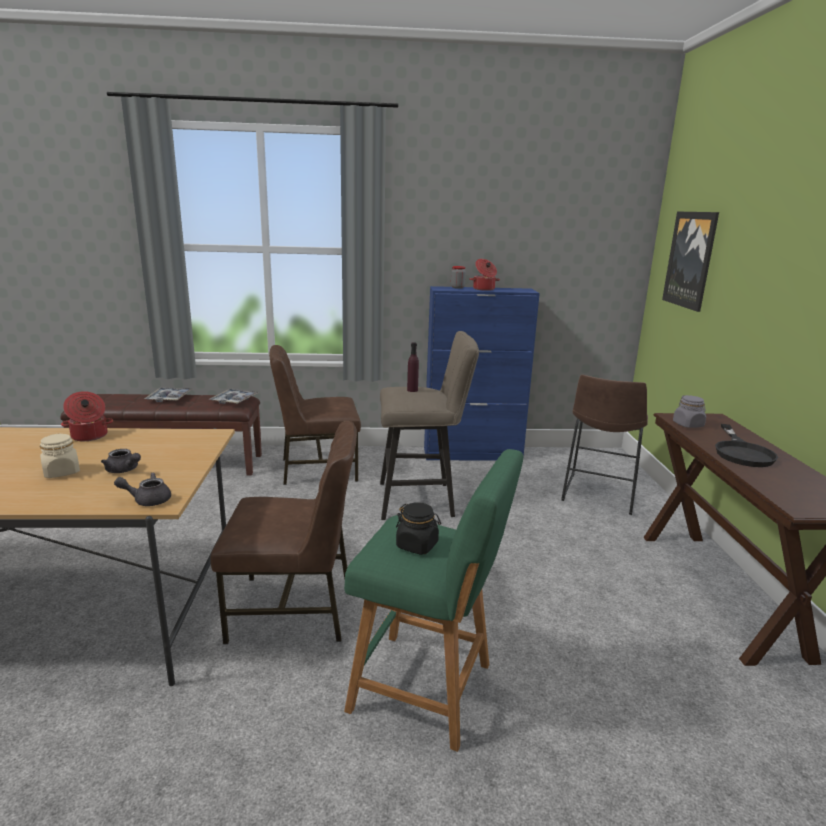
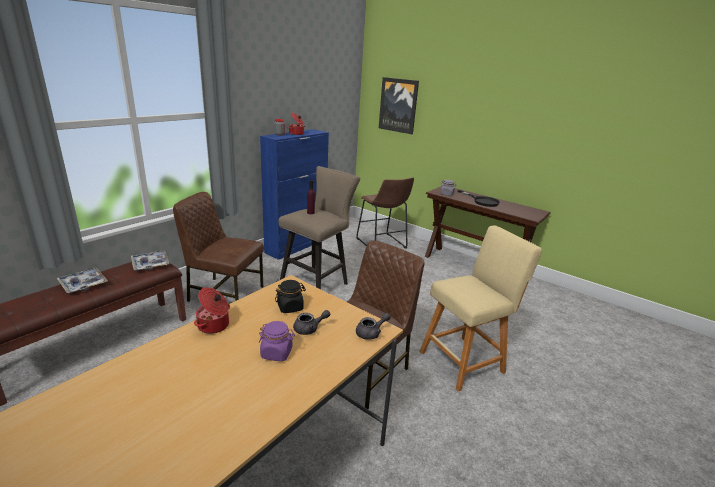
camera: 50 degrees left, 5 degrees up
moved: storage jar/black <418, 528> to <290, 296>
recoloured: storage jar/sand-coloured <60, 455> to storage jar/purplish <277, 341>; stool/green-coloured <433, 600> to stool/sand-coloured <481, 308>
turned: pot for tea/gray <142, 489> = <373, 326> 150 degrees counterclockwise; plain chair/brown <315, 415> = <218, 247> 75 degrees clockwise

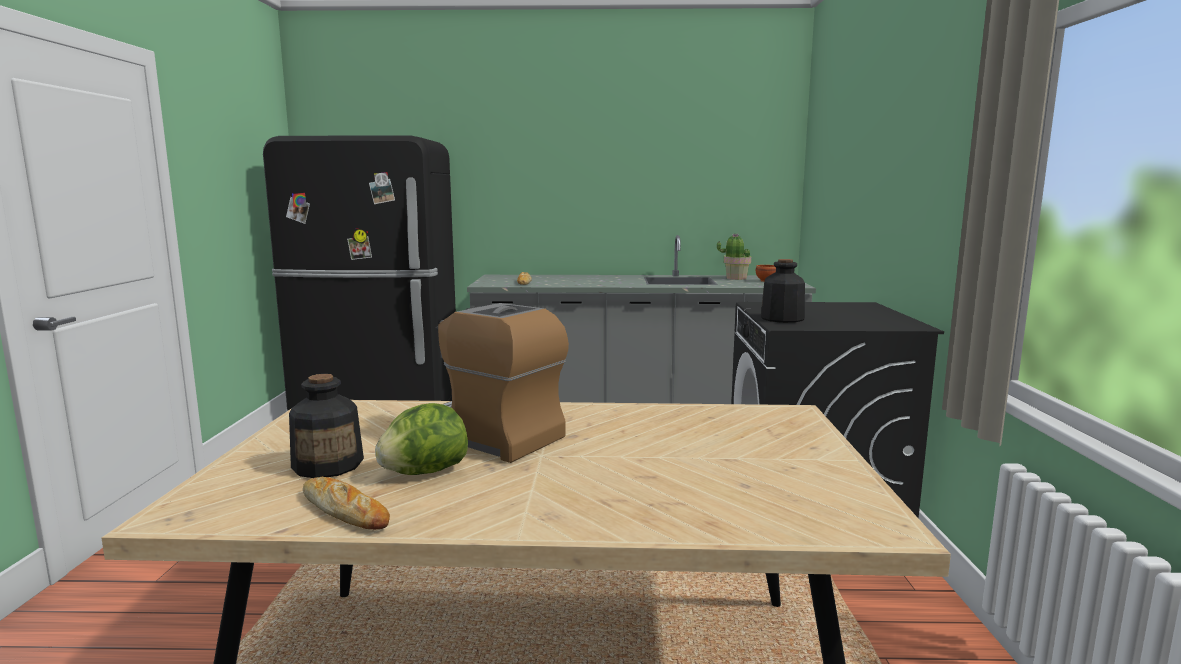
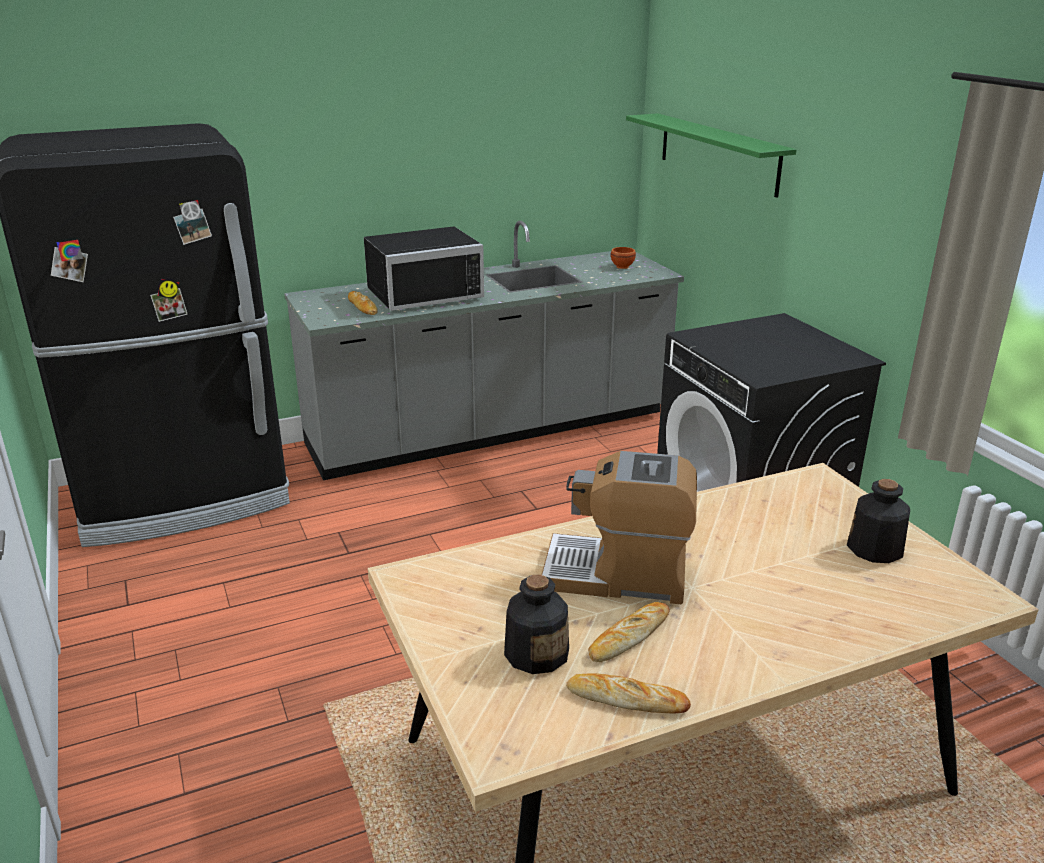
camera: 25 degrees left, 15 degrees up
removed: potted plant <734, 256>
added: microwave/black <424, 268>; shelf/green-coloured <711, 155>
moved: drink bottle <783, 291> to <878, 521>
replaced: head of lettuce <421, 439> to bread <629, 632>

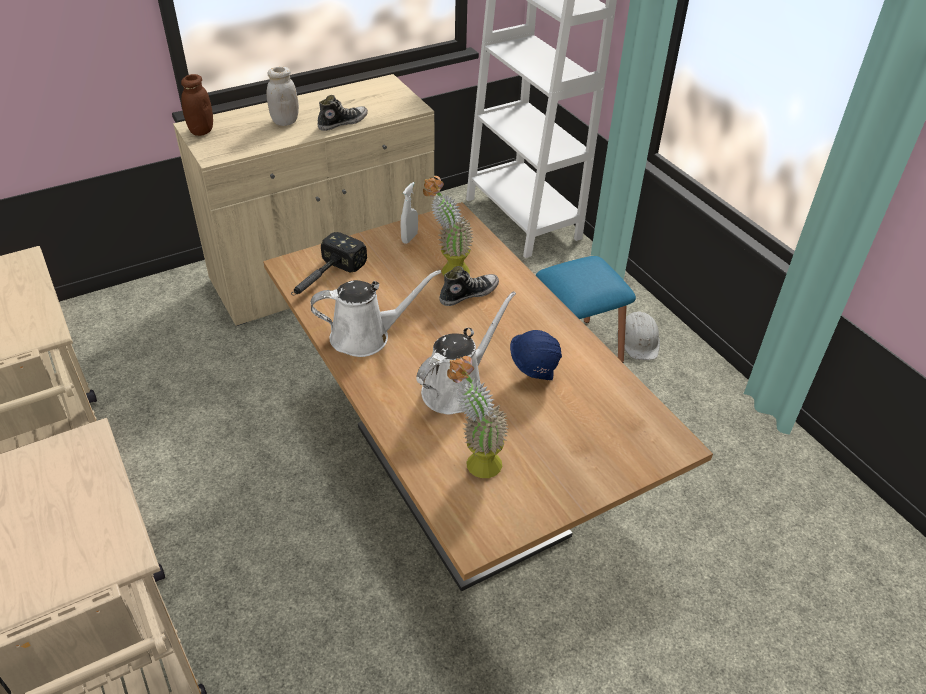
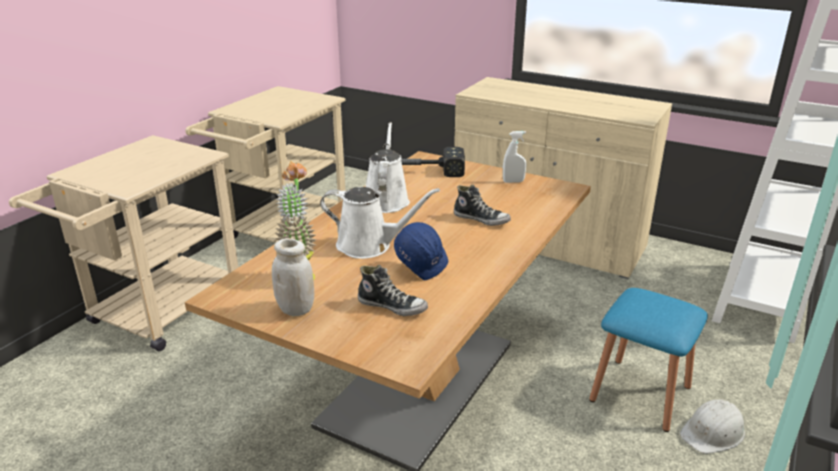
camera: 60 degrees right, 15 degrees down
removed: storage jar/brown <197, 105>; potted plant <448, 226>
moved: storage jar/white-coloured <283, 96> to <293, 277>; low shoe <342, 113> to <393, 290>
turned: sprinkling can/white-coloured <375, 313> = <388, 167> 135 degrees counterclockwise

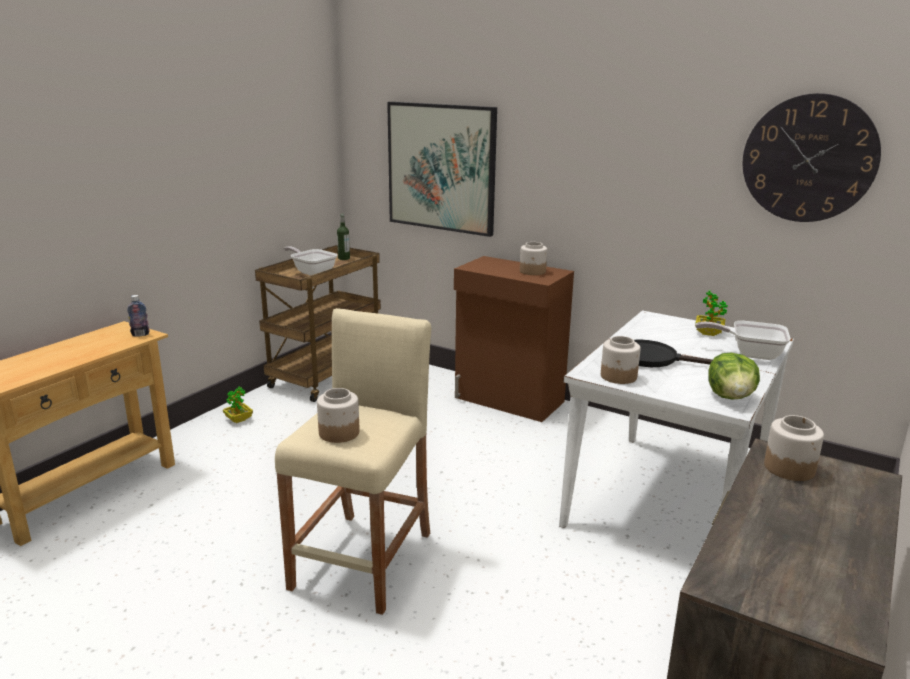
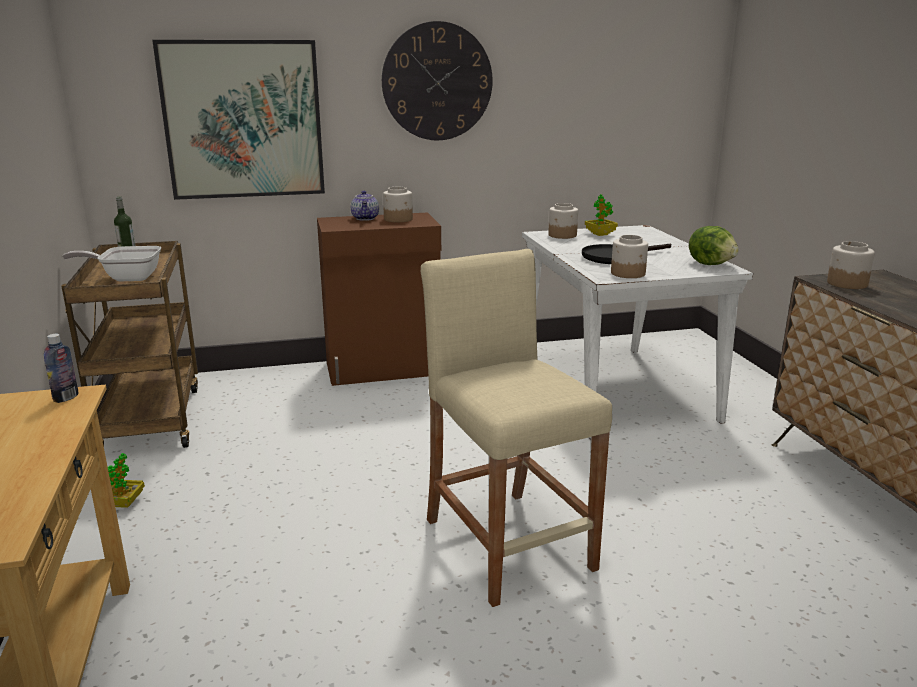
camera: 45 degrees left, 0 degrees up
removed: frying pan <743, 340>
added: pot for tea <365, 206>
moved: storage jar <338, 415> to <563, 221>; clock on the wall <812, 157> to <437, 80>

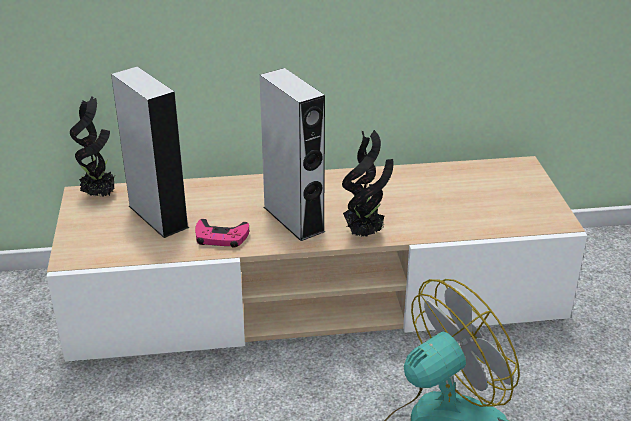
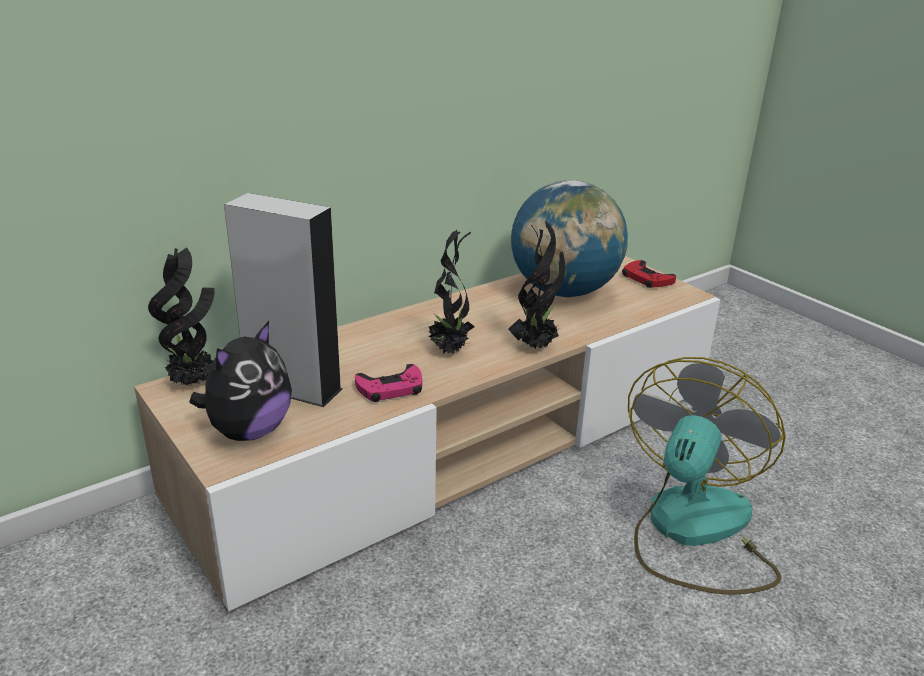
camera: 30 degrees left, 5 degrees down
added: soft toy <240, 381>; desk globe <569, 239>; game controller/reddish <649, 274>
replaced: loudspeaker/gray <292, 154> to potted plant <451, 292>

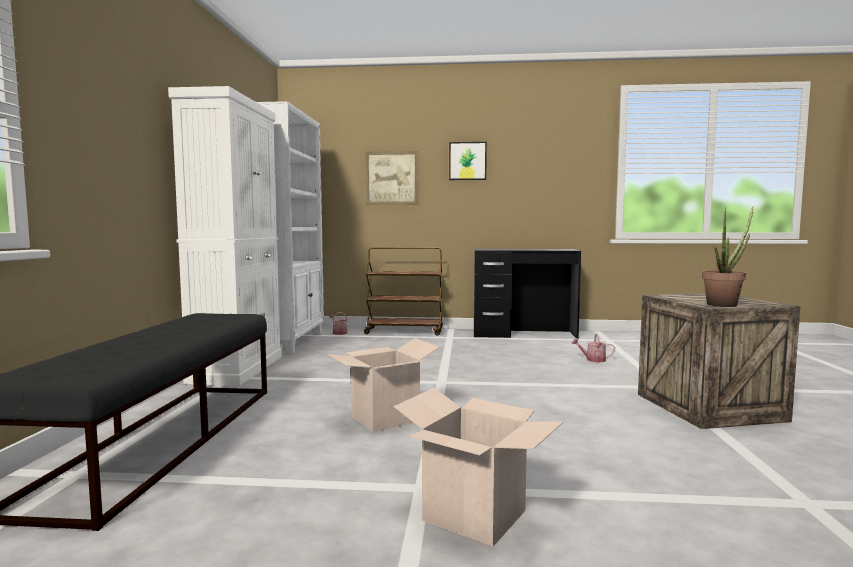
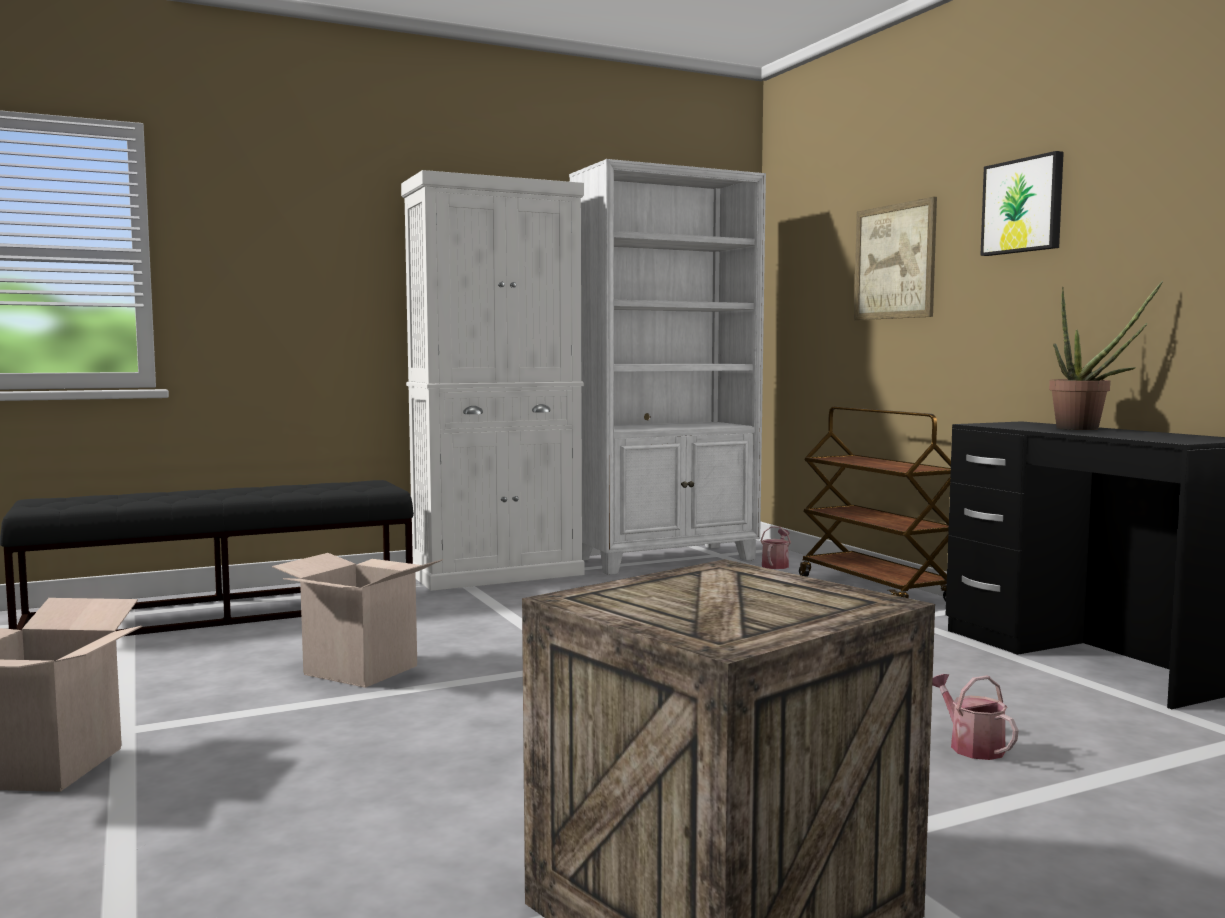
camera: 60 degrees right, 0 degrees up
moved: potted plant <727, 257> to <1106, 355>

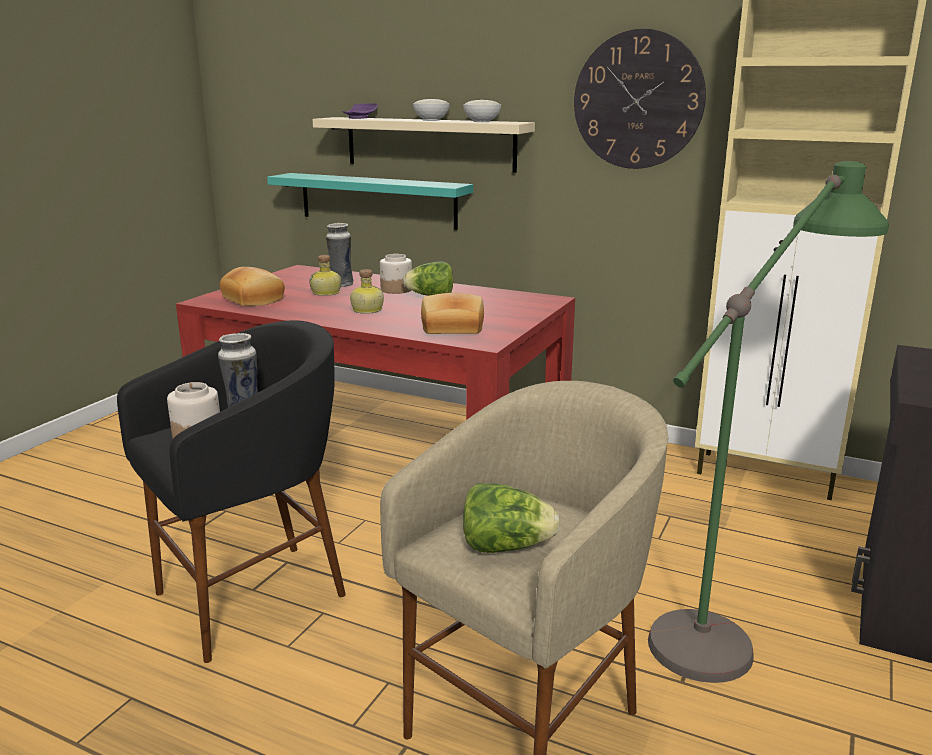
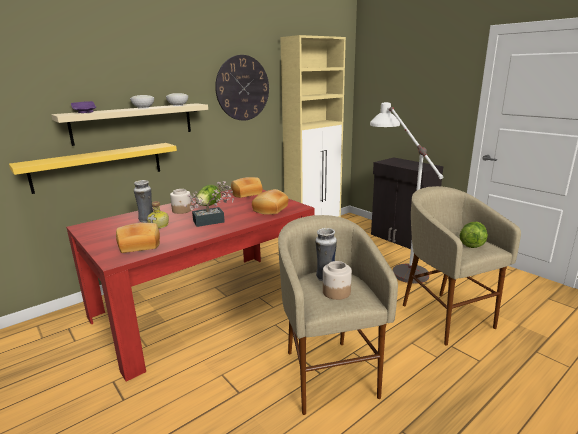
camera: 65 degrees left, 0 degrees up
added: bread <247, 187>
replaced: drink bottle <367, 291> to potted plant <209, 204>
recoloured: stool/black <231, 491> to stool/sand-coloured <338, 315>; shelf/turquoise <370, 201> to shelf/yellow <93, 168>; floor lamp/green-coloured <768, 422> to floor lamp/white-coloured <406, 193>

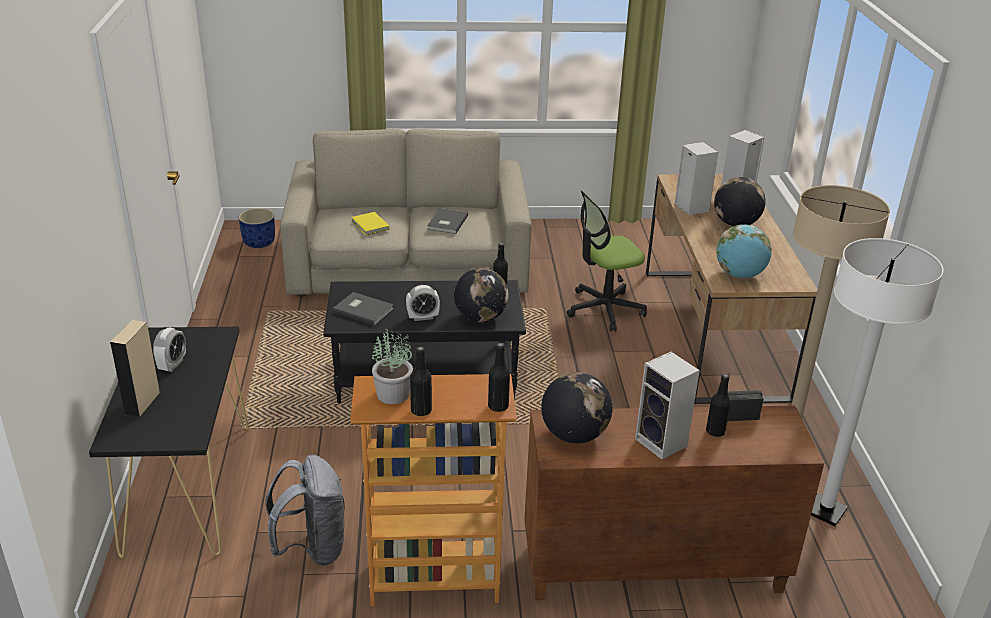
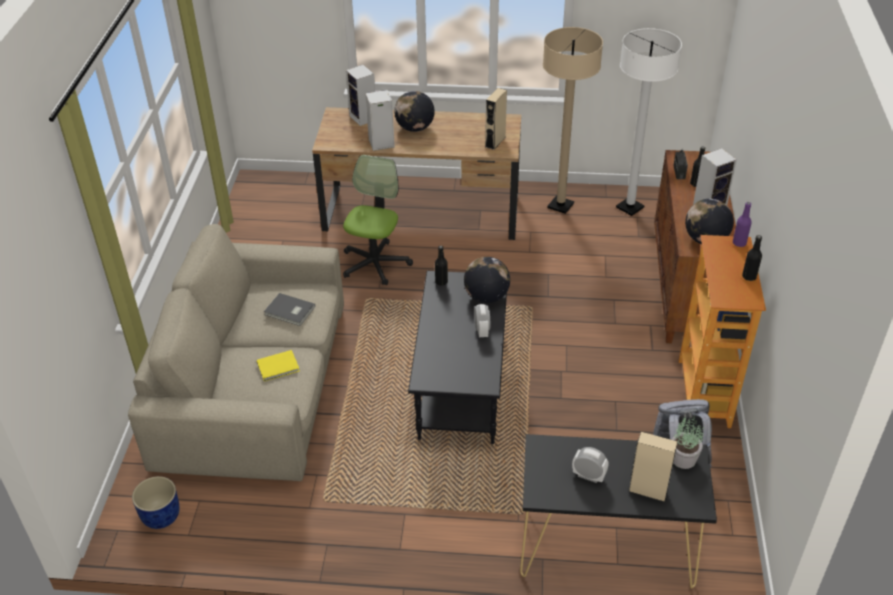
camera: 80 degrees left, 10 degrees up
removed: book/gray <363, 308>
moved: potted plant <392, 366> to <688, 441>
replaced: desk globe <744, 251> to loudspeaker/sand-coloured <496, 119>
recoloured: drink bottle/black <499, 377> to drink bottle/purplish <742, 224>
turned: office chair <606, 261> = <378, 220> 150 degrees counterclockwise

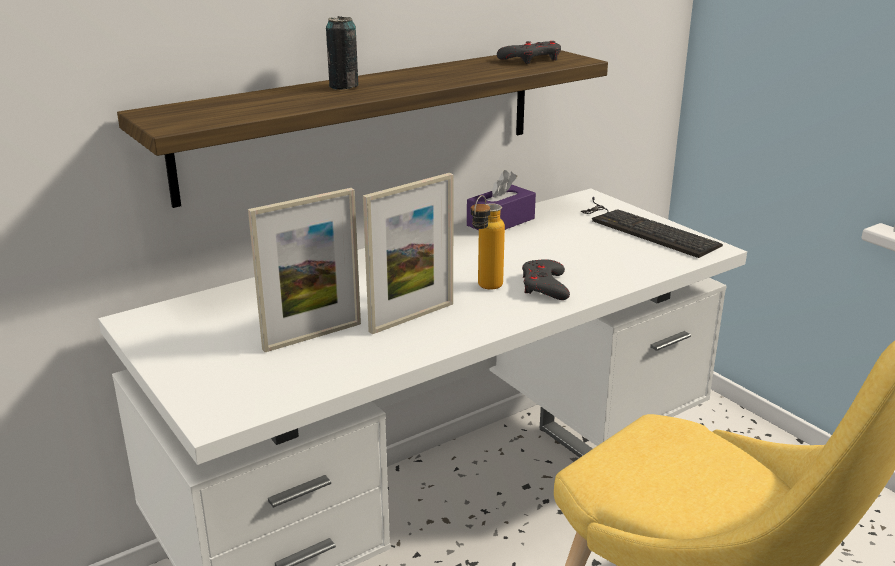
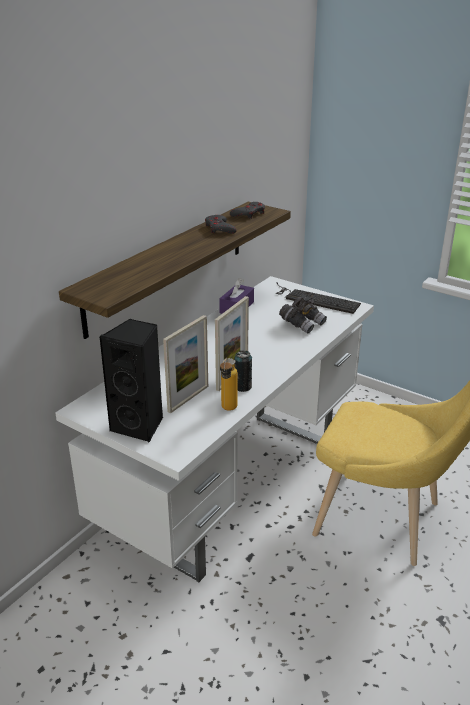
camera: 20 degrees left, 5 degrees up
added: loudspeaker/black <131, 380>; field glasses/gray <303, 314>
moved: can <342, 53> to <243, 371>; drink bottle <488, 242> to <229, 384>; game controller/gray <546, 279> to <221, 224>

